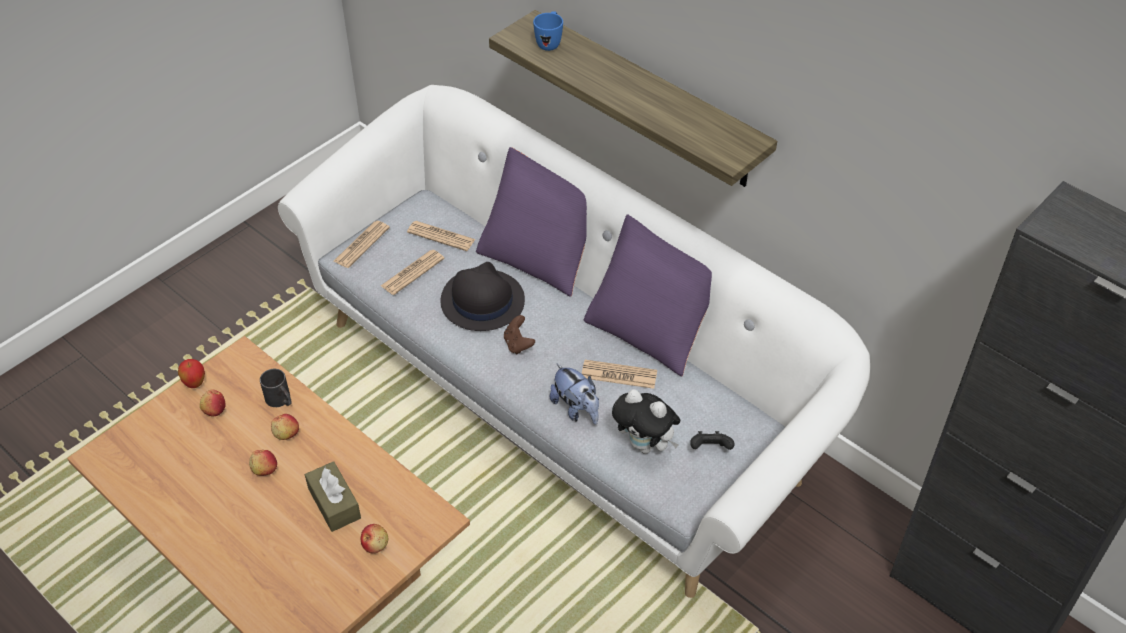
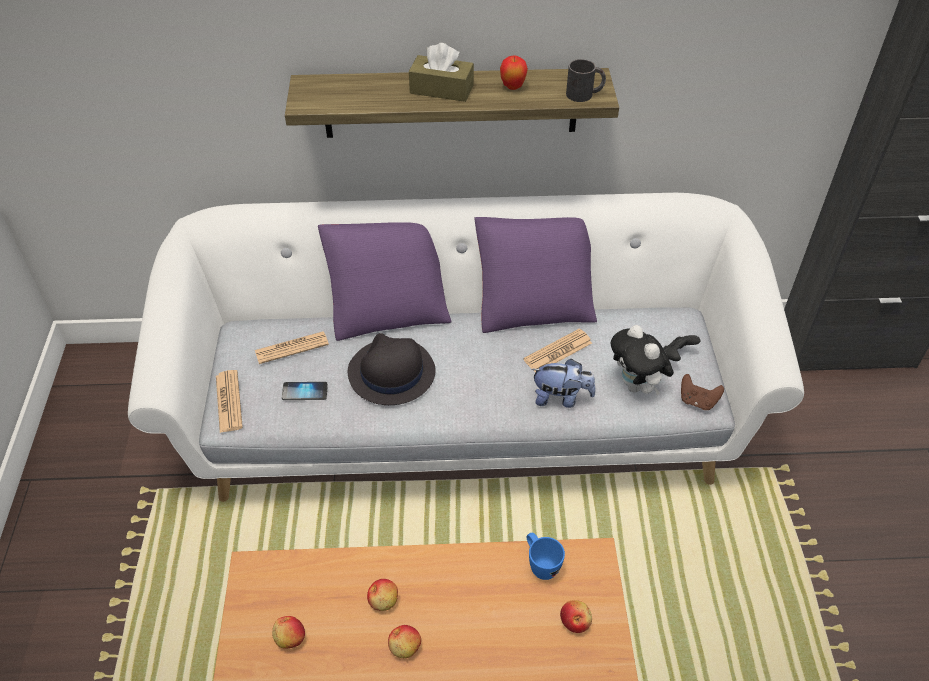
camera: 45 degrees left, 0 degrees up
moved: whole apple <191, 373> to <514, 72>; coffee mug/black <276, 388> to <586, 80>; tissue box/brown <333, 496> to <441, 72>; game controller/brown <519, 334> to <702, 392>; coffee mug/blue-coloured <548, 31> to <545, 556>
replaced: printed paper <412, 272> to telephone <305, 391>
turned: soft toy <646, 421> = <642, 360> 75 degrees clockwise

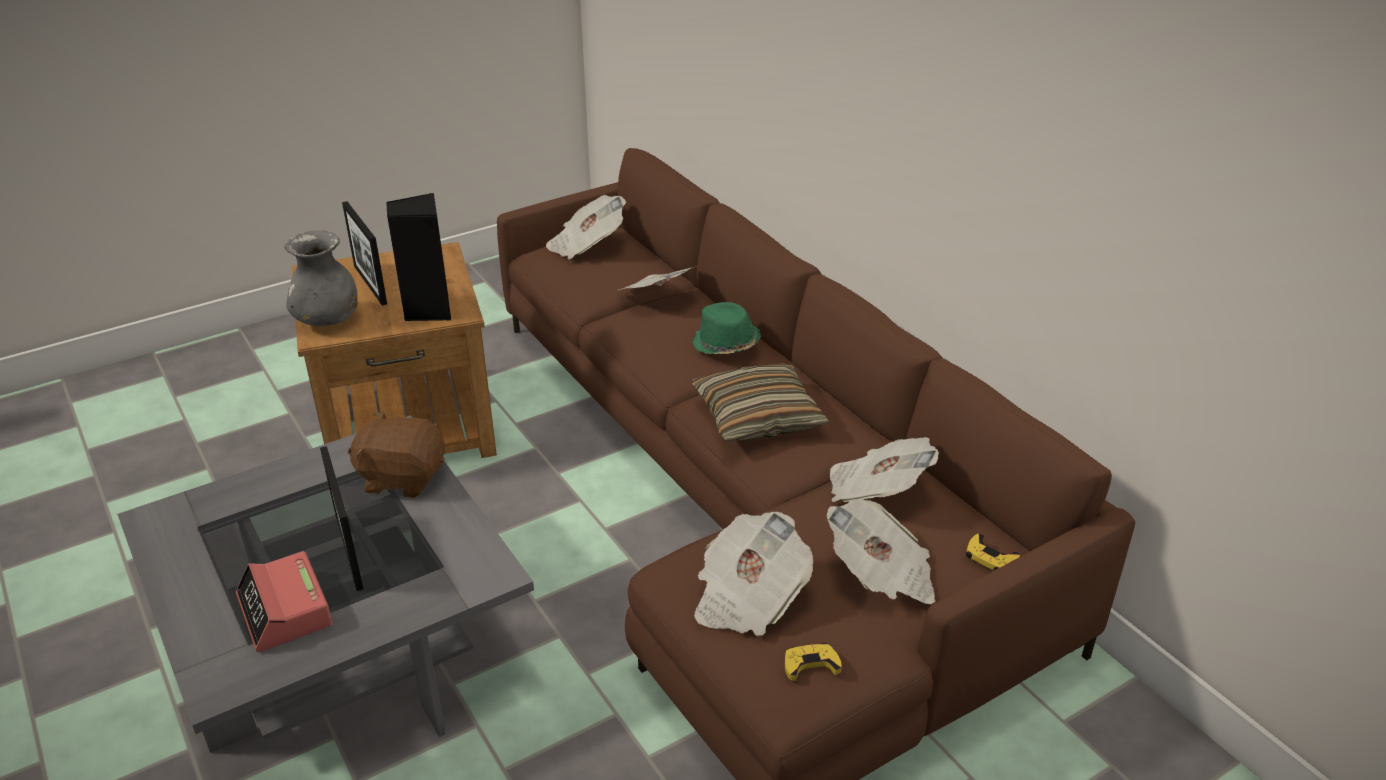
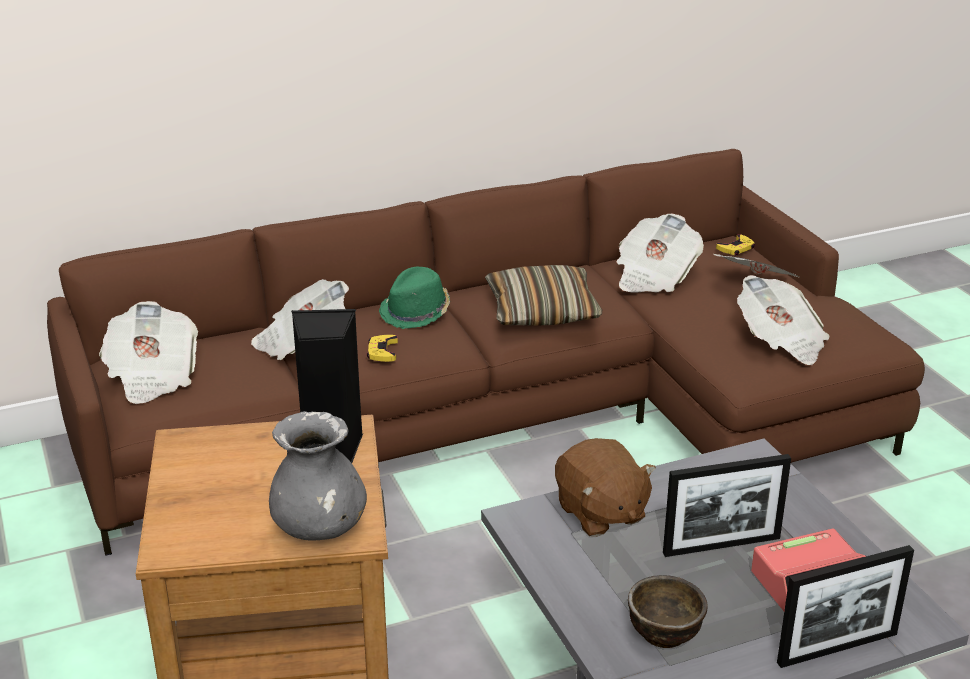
camera: 80 degrees left, 5 degrees down
added: bowl/brown <668, 611>
moved: picture frame <364, 253> to <845, 606>; game controller/yellow <813, 662> to <382, 348>
turned: soft toy/brown <396, 454> = <605, 487> 45 degrees counterclockwise

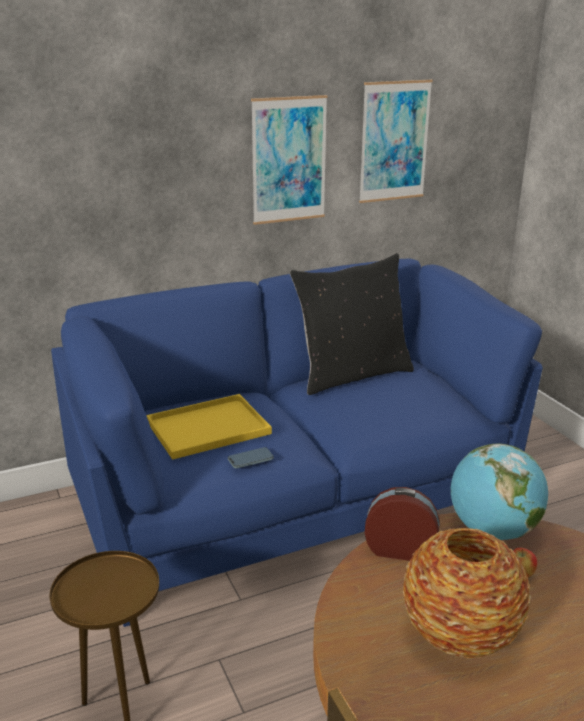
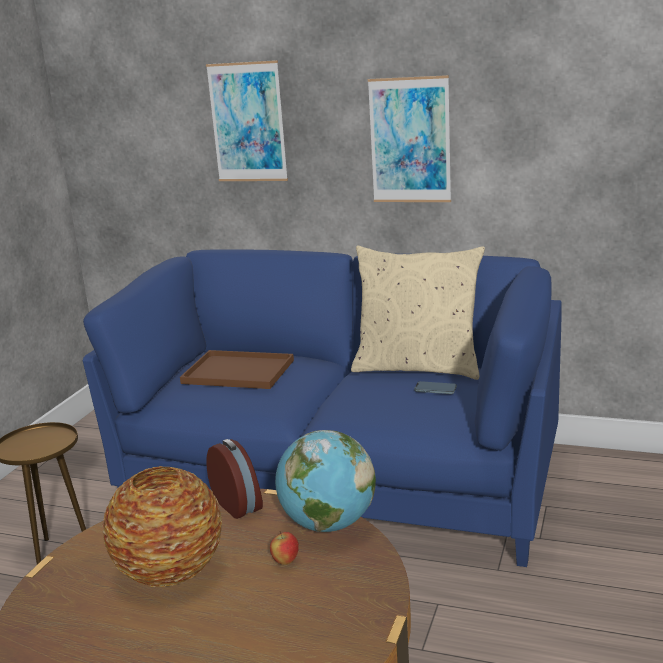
camera: 45 degrees right, 5 degrees down
moved: telephone <251, 458> to <435, 387>; picture <396, 141> to <247, 120>
recoloured: tray/yellow <209, 427> to tray/brown <237, 369>; cushion/black <352, 324> to cushion/sand-coloured <418, 313>

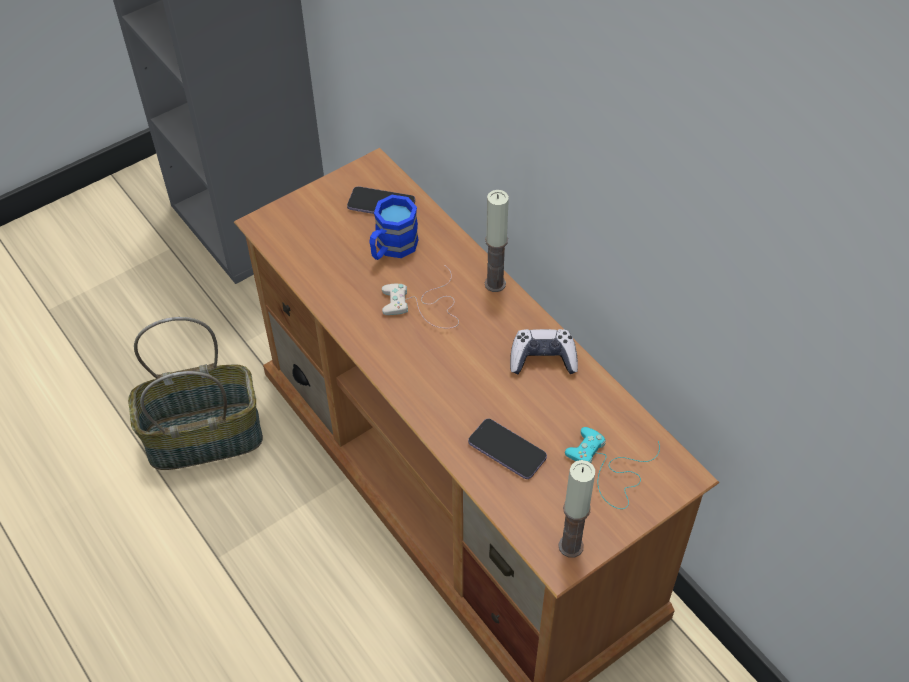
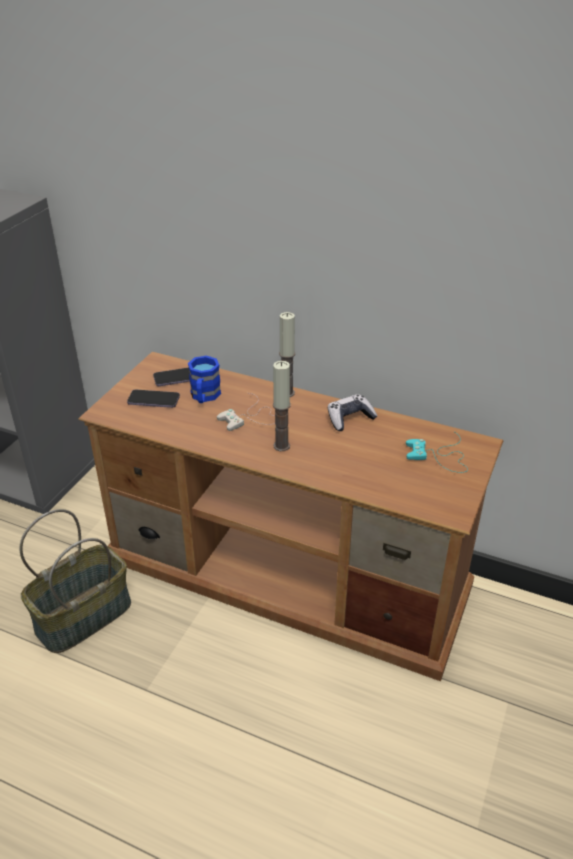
camera: 30 degrees left, 15 degrees down
moved: telephone <507, 449> to <153, 398>; wax light <576, 509> to <282, 406>

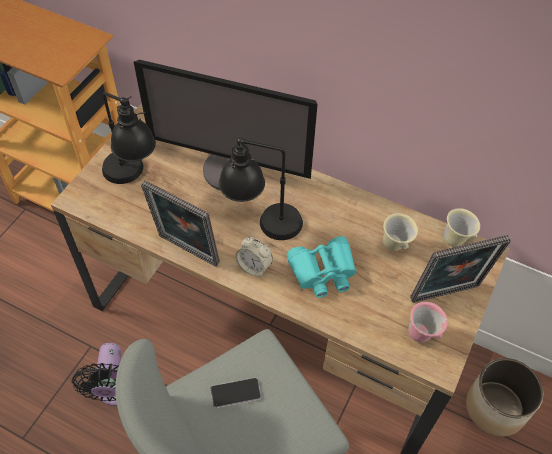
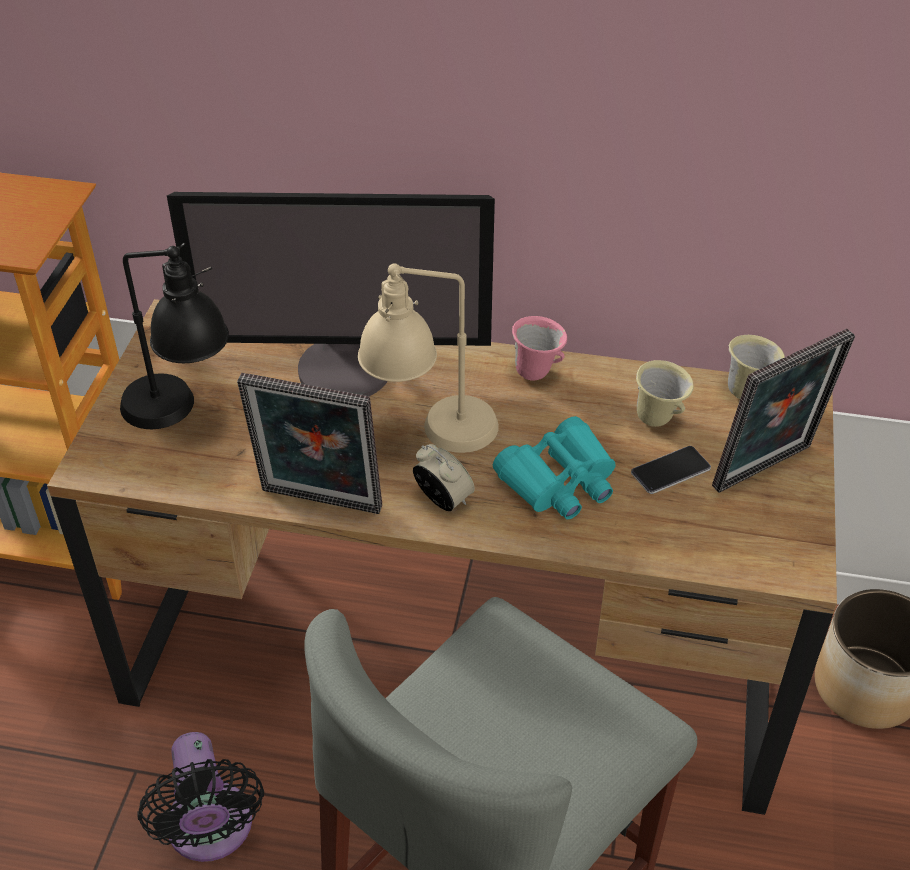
camera: 15 degrees left, 10 degrees down
moved: telephone <235, 393> to <671, 470>; coffee mug/pink-coloured <428, 322> to <539, 348>
recoloured: table lamp/black <261, 188> to table lamp/sand-coloured <428, 358>
turned: table clock <254, 257> = <444, 477> 150 degrees counterclockwise

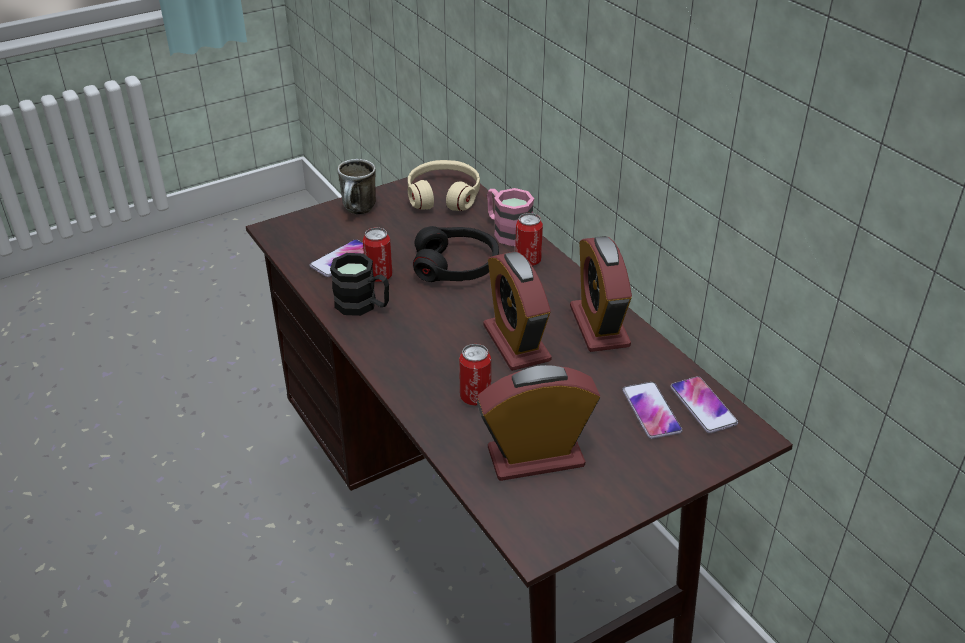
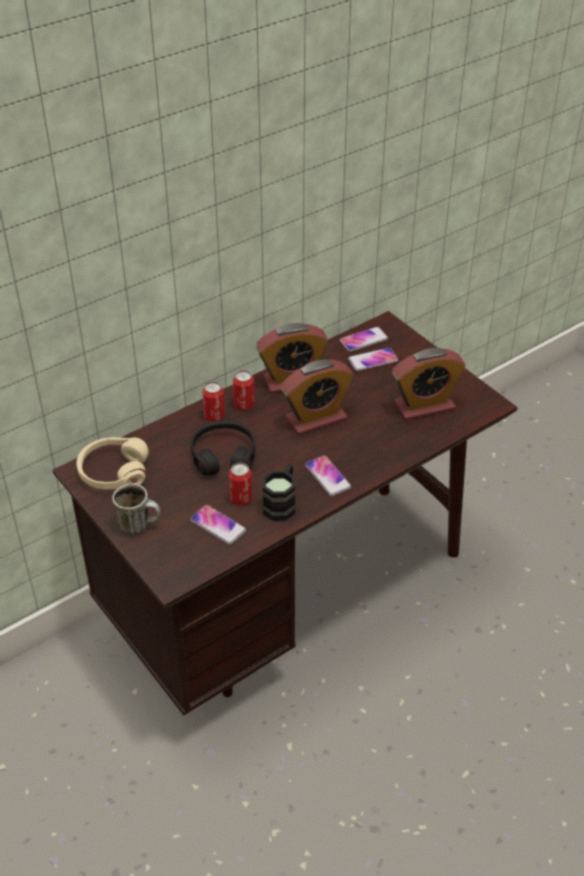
camera: 95 degrees left, 5 degrees up
removed: coffee mug/pink-coloured <510, 217>
added: telephone <328, 475>
moved: can <475, 375> to <244, 390>
turned: table clock <538, 423> = <428, 384> 90 degrees counterclockwise

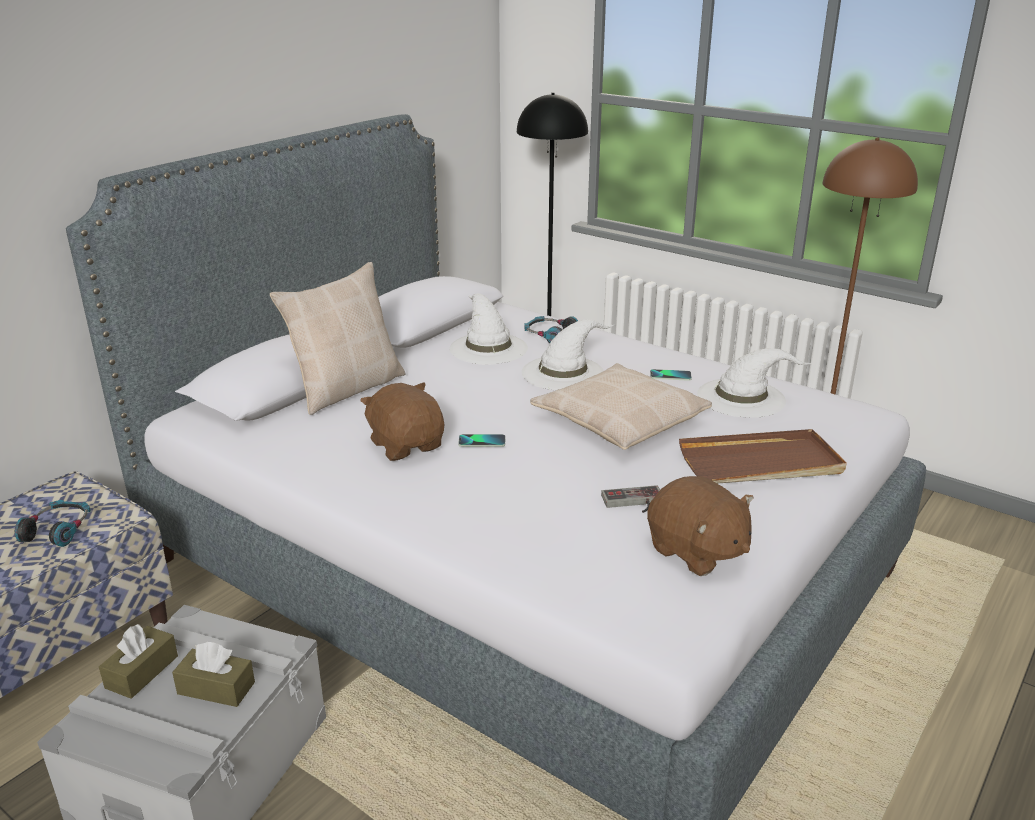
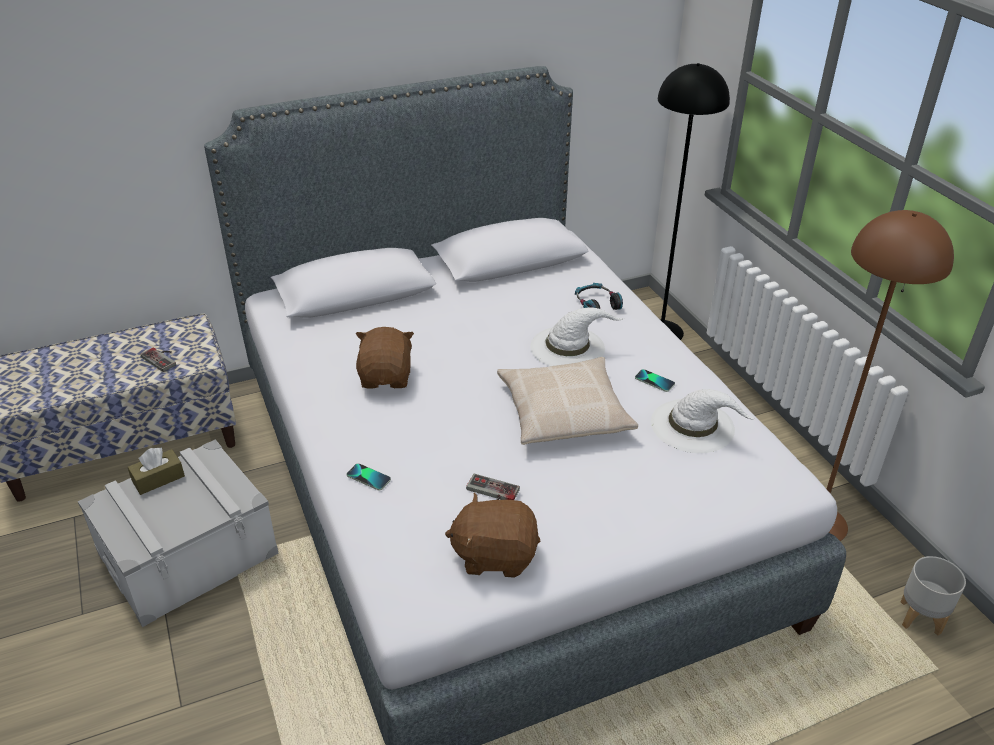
camera: 30 degrees right, 10 degrees up
removed: tissue box/brown <213, 674>; cushion/sand-coloured <338, 338>; hat/white-coloured <488, 329>; tray/brown <763, 456>
added: planter/gray <933, 596>
moved: telephone <481, 440> to <369, 477>
replaced: headphones <53, 523> to game controller <158, 359>
turned: soft toy/brown <700, 526> = <492, 535> 105 degrees clockwise

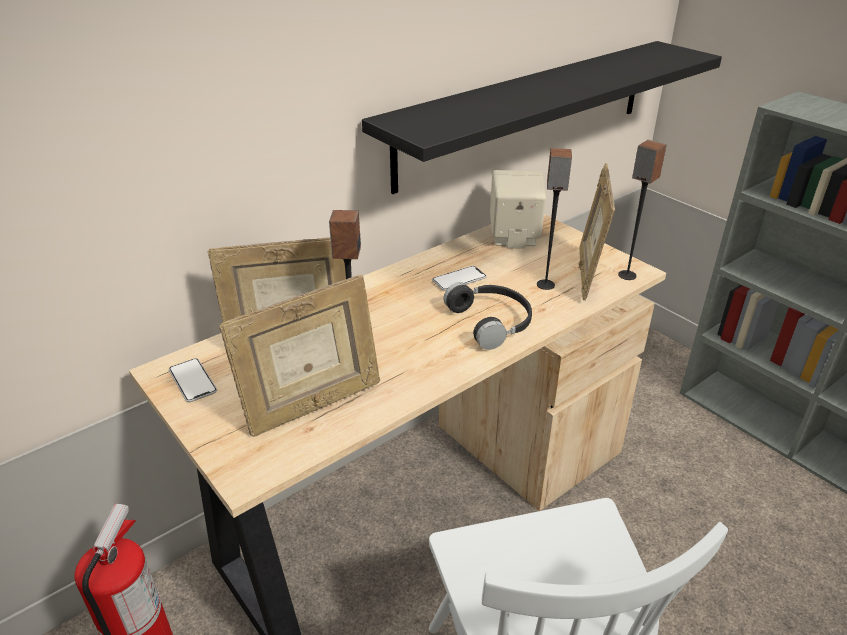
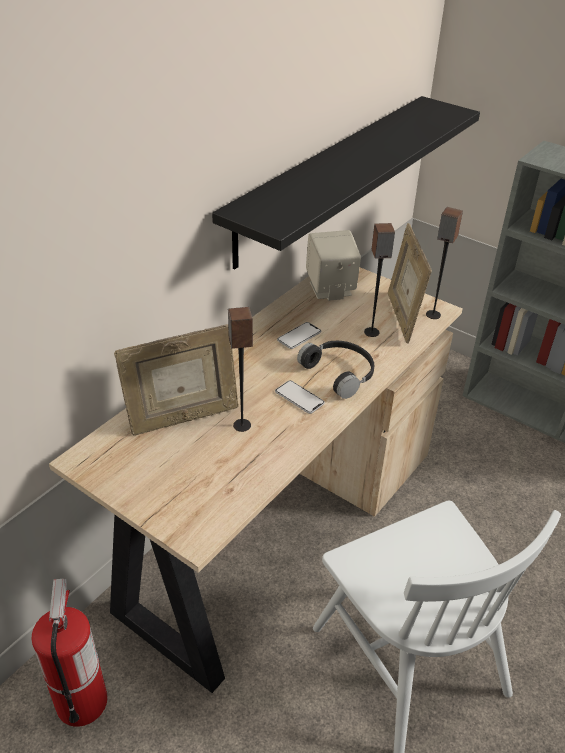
camera: 15 degrees left, 5 degrees up
removed: picture frame <299, 355>
moved: telephone <193, 380> to <300, 397>

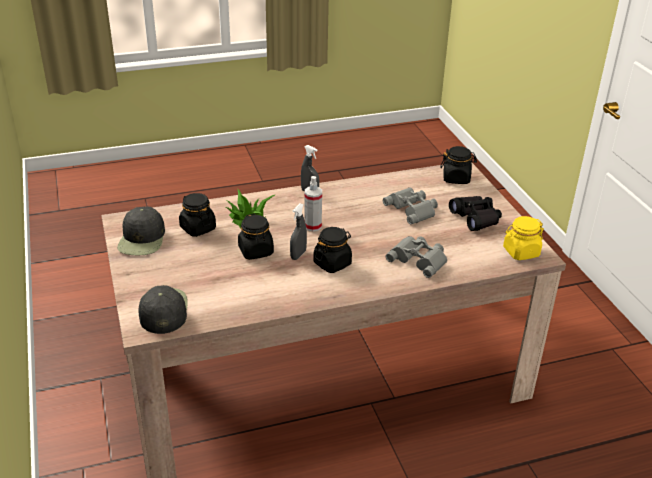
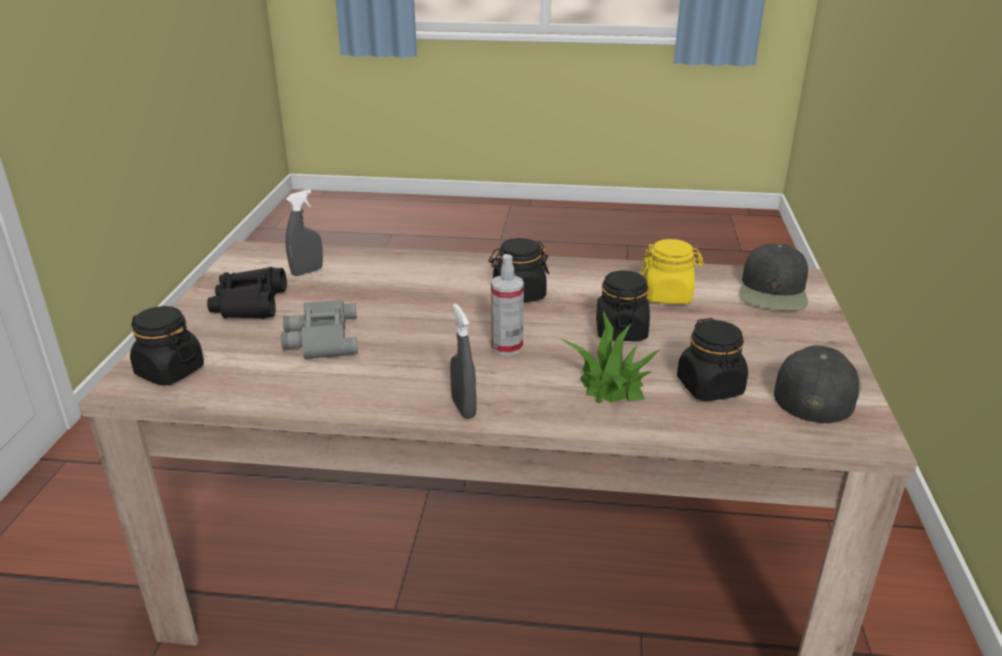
camera: 155 degrees left, 5 degrees down
removed: field glasses/gray <416, 257>
moved: hand sprayer/gray <298, 232> to <304, 233>; storage jar/yellow <523, 238> to <672, 271>

